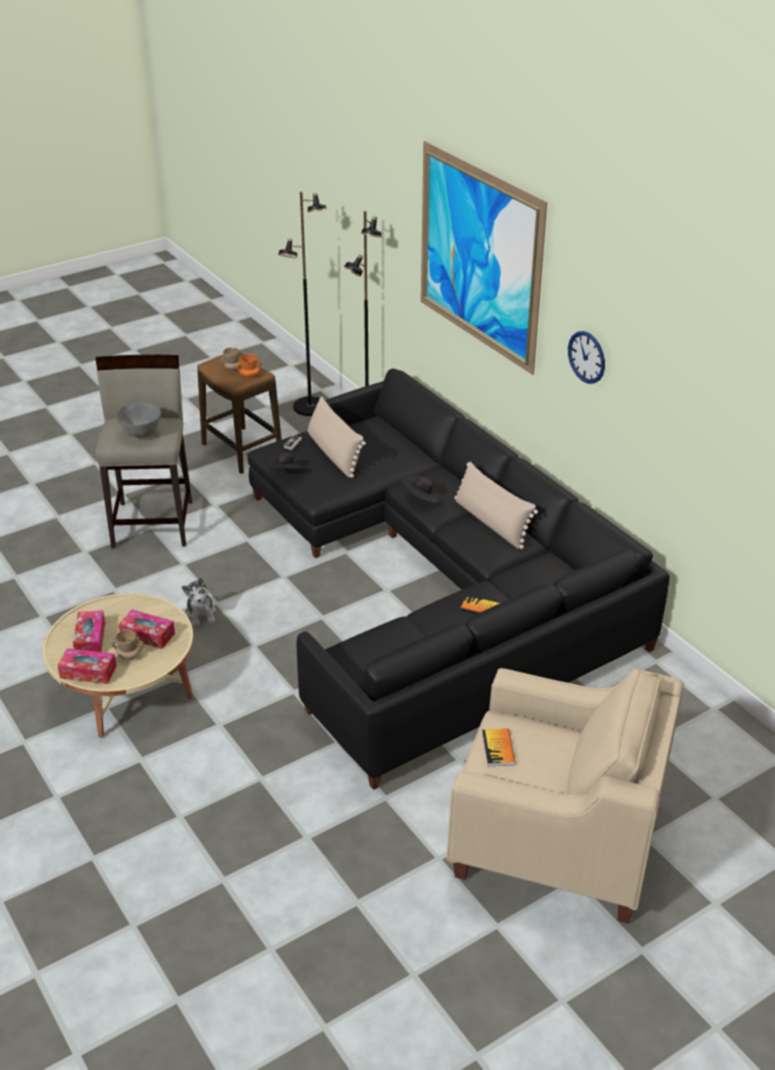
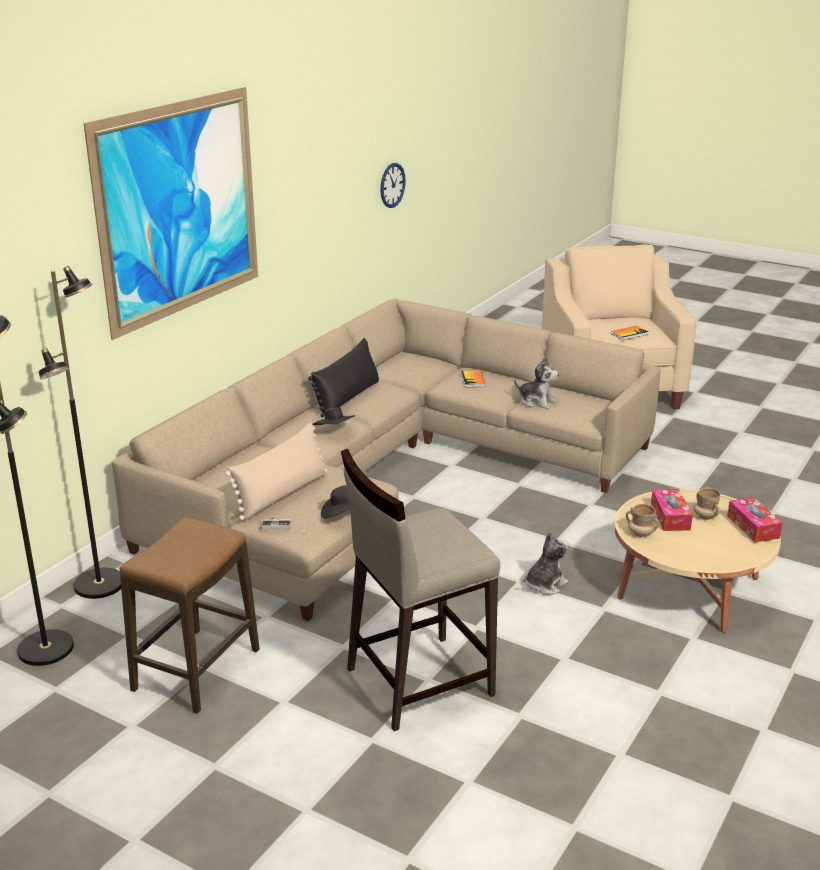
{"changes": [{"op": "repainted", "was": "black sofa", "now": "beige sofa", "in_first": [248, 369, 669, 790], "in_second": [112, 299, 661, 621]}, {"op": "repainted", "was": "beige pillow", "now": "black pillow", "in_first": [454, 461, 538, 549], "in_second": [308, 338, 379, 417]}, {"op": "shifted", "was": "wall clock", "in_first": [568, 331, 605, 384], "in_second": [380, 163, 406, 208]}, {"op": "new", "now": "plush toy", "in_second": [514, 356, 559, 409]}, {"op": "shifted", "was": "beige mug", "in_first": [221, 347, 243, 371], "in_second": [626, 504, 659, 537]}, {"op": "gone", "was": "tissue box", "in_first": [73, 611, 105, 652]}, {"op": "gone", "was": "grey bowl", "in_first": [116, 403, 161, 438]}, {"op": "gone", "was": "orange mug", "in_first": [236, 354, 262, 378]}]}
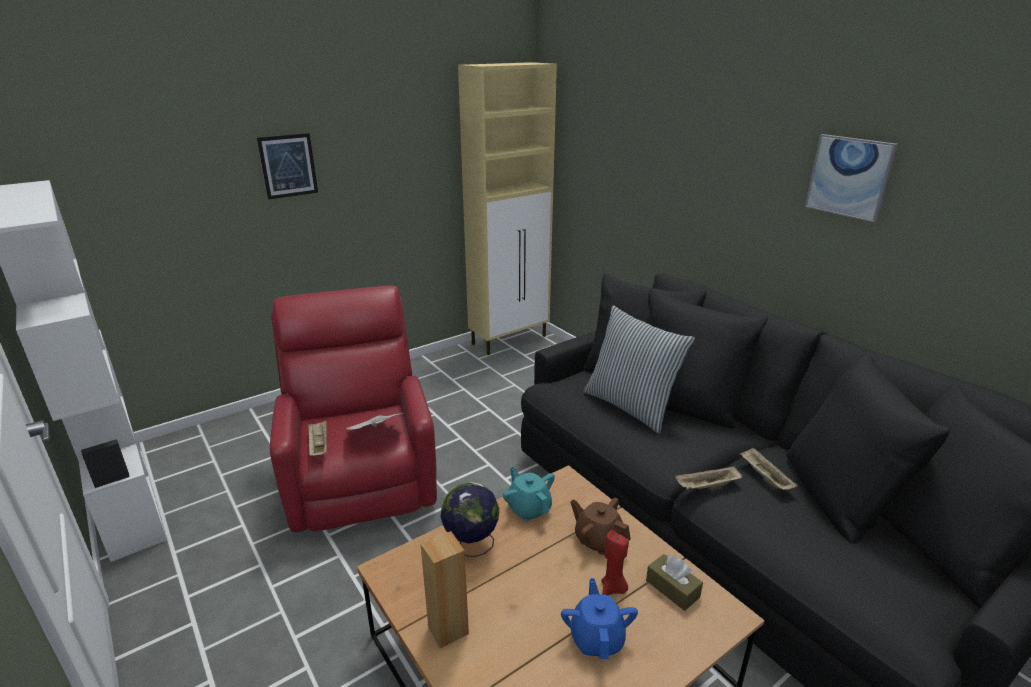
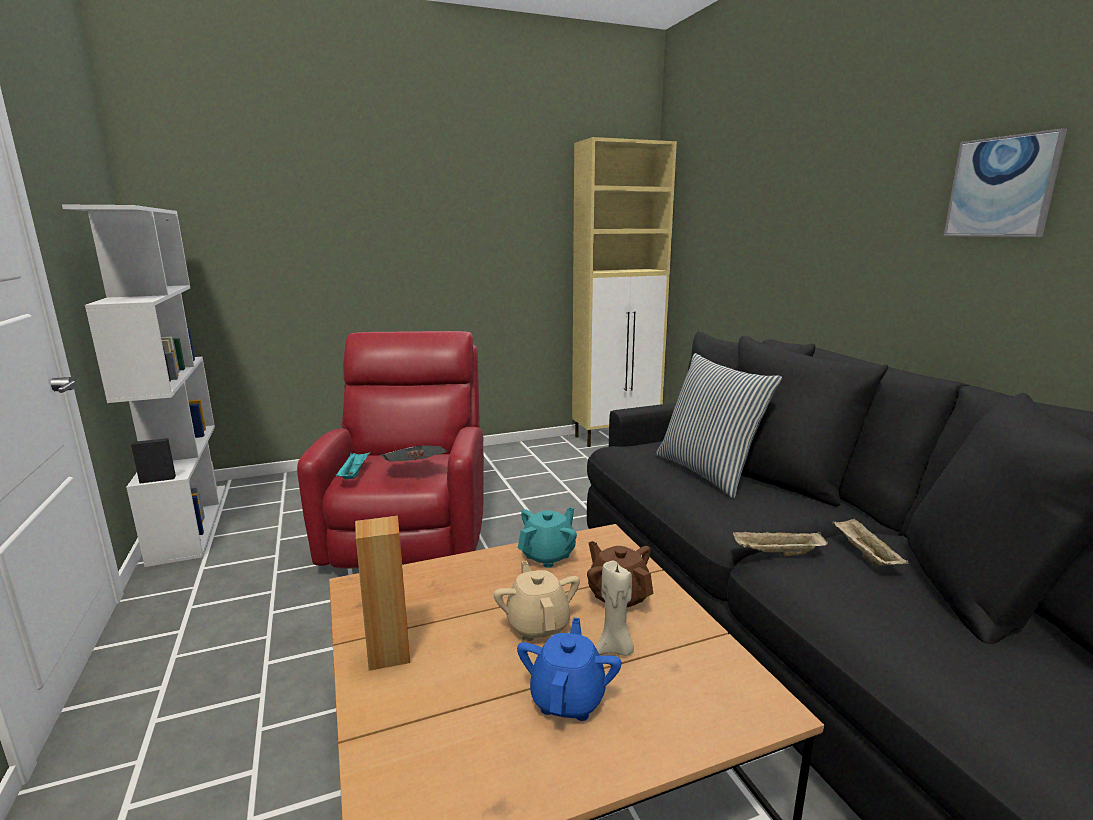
{"changes": [{"op": "repainted", "was": "beige tray", "now": "turquoise tray", "in_first": [308, 421, 327, 456], "in_second": [336, 452, 370, 479]}, {"op": "new", "now": "beige teapot", "in_second": [494, 561, 580, 642]}, {"op": "rotated", "was": "turquoise teapot", "in_first": [503, 467, 555, 521], "in_second": [518, 507, 577, 568], "clockwise": 60}, {"op": "repainted", "was": "red candle", "now": "beige candle", "in_first": [601, 530, 629, 595], "in_second": [596, 561, 634, 656]}, {"op": "gone", "was": "picture", "in_first": [257, 133, 318, 200]}, {"op": "gone", "was": "globe", "in_first": [441, 482, 499, 557]}, {"op": "gone", "was": "brown tissue box", "in_first": [646, 554, 703, 611]}]}
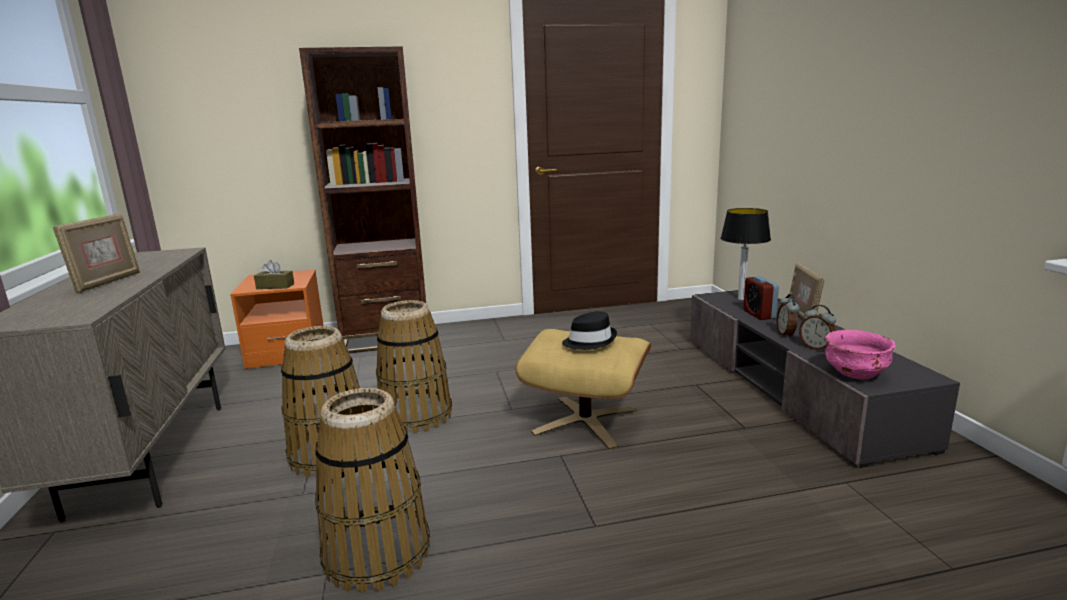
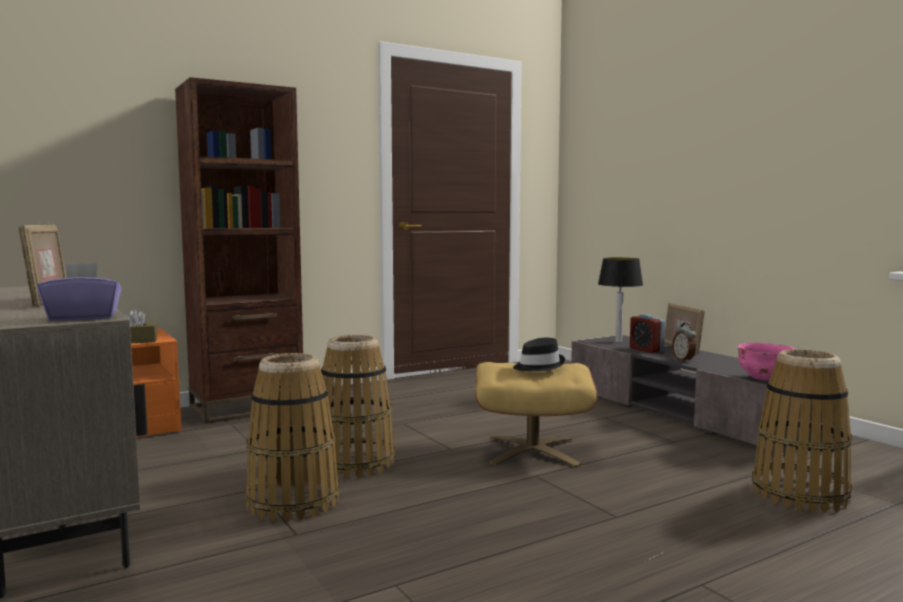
{"changes": [{"op": "new", "now": "purple tissue box", "in_second": [37, 262, 122, 321]}, {"op": "shifted", "was": "basket", "in_first": [315, 388, 430, 593], "in_second": [752, 349, 852, 513]}, {"op": "gone", "was": "alarm clock", "in_first": [799, 305, 836, 351]}]}
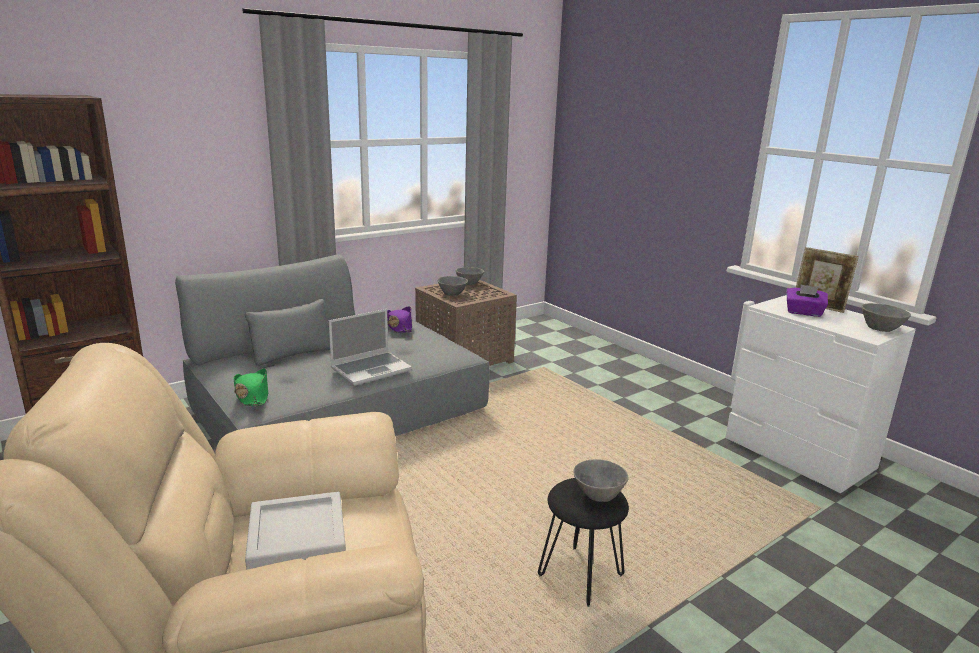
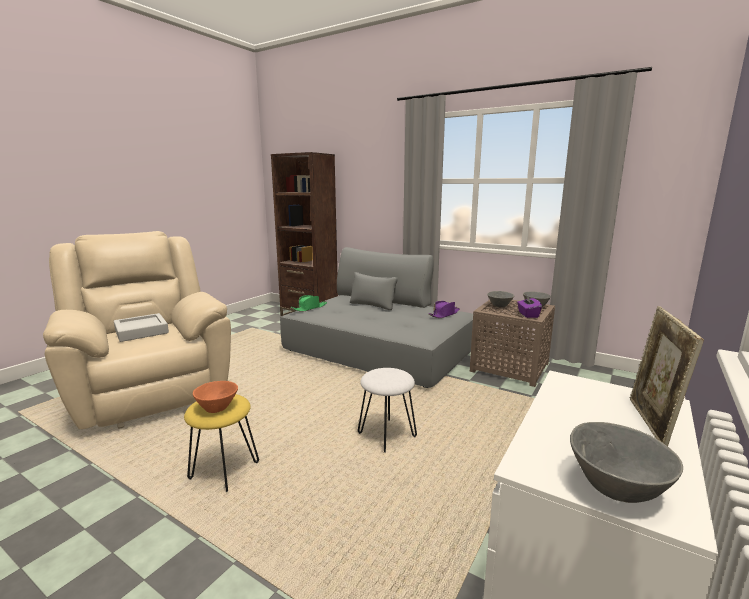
{"changes": [{"op": "repainted", "was": "black stool", "now": "yellow stool", "in_first": [538, 478, 629, 607], "in_second": [184, 394, 259, 492]}, {"op": "repainted", "was": "grey bowl", "now": "orange bowl", "in_first": [573, 459, 629, 502], "in_second": [193, 381, 238, 413]}, {"op": "new", "now": "white stool", "in_second": [358, 368, 417, 453]}, {"op": "shifted", "was": "purple tissue box", "in_first": [786, 284, 828, 317], "in_second": [517, 295, 542, 318]}, {"op": "gone", "was": "laptop", "in_first": [329, 309, 412, 385]}]}
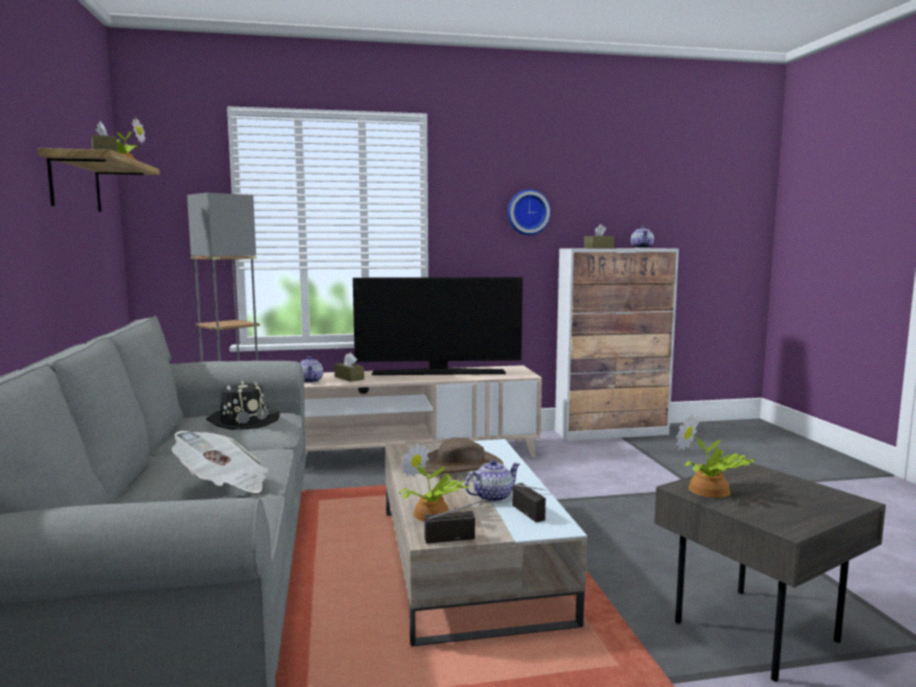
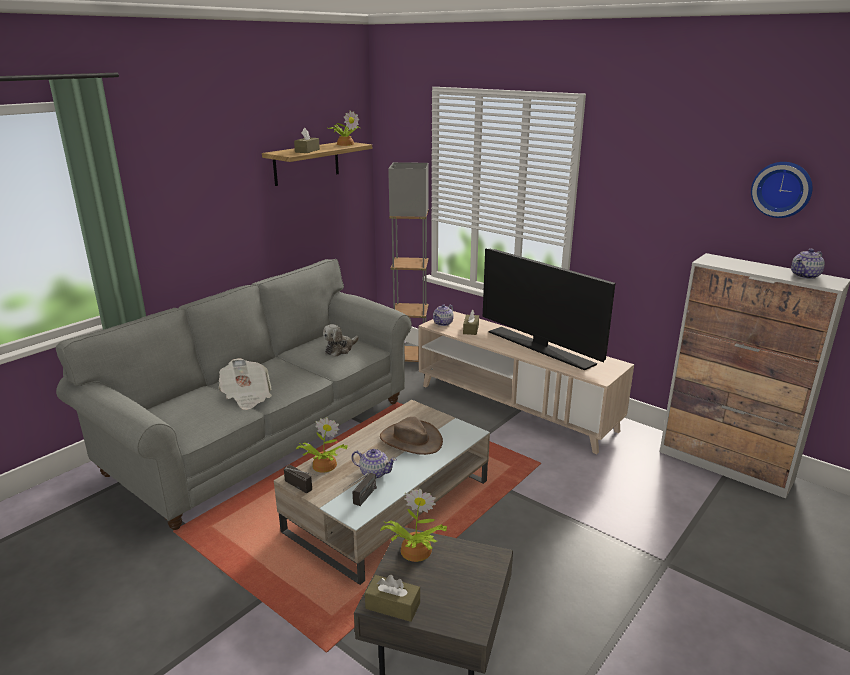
{"changes": [{"op": "swapped", "was": "black hat", "now": "plush toy", "in_first": [206, 380, 280, 430], "in_second": [323, 324, 359, 357]}, {"op": "shifted", "was": "brown tissue box", "in_first": [584, 224, 615, 248], "in_second": [365, 575, 420, 622]}, {"op": "shifted", "was": "wall clock", "in_first": [507, 189, 551, 235], "in_second": [751, 162, 813, 218]}]}
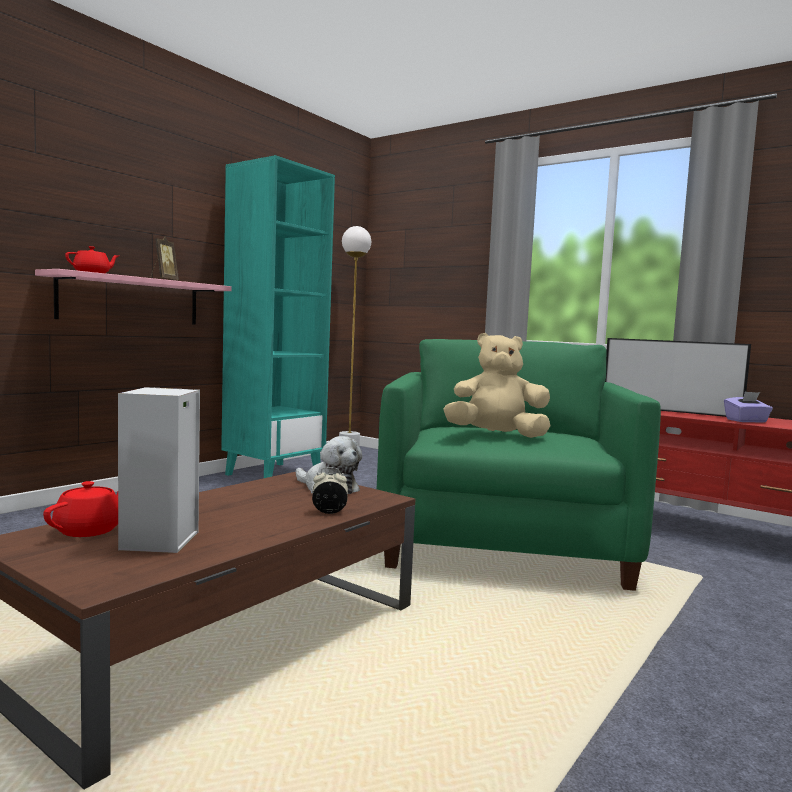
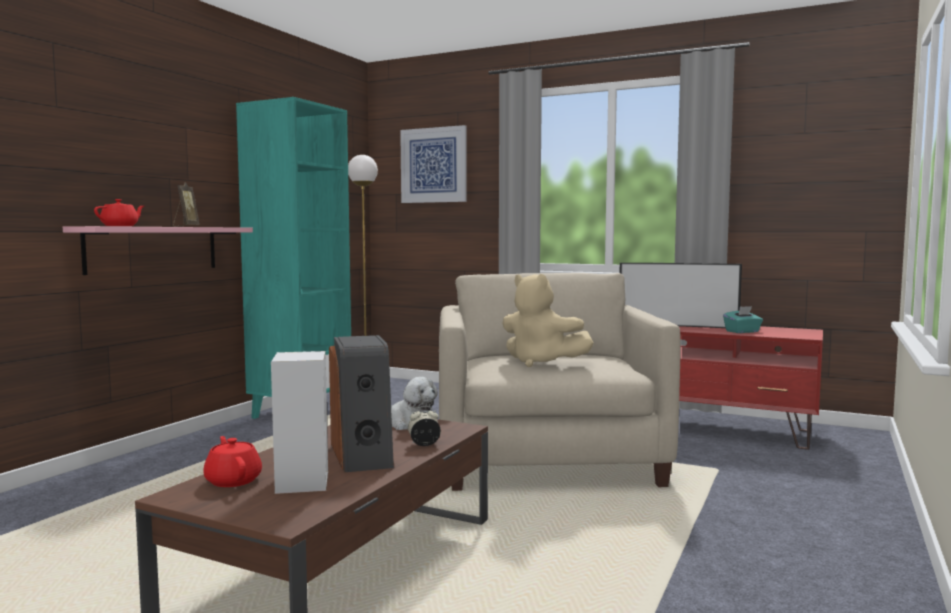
{"changes": [{"op": "rotated", "was": "red teapot", "in_first": [43, 481, 118, 537], "in_second": [203, 436, 262, 487], "clockwise": -45}, {"op": "new", "now": "speaker", "in_second": [329, 335, 394, 473]}, {"op": "new", "now": "picture", "in_second": [400, 125, 467, 203]}, {"op": "repainted", "was": "green armchair", "now": "beige armchair", "in_first": [377, 339, 661, 591], "in_second": [439, 273, 681, 491]}, {"op": "rotated", "was": "beige plush toy", "in_first": [444, 333, 551, 438], "in_second": [502, 274, 593, 367], "clockwise": -135}, {"op": "repainted", "was": "purple tissue box", "now": "turquoise tissue box", "in_first": [724, 392, 773, 423], "in_second": [723, 306, 763, 333]}]}
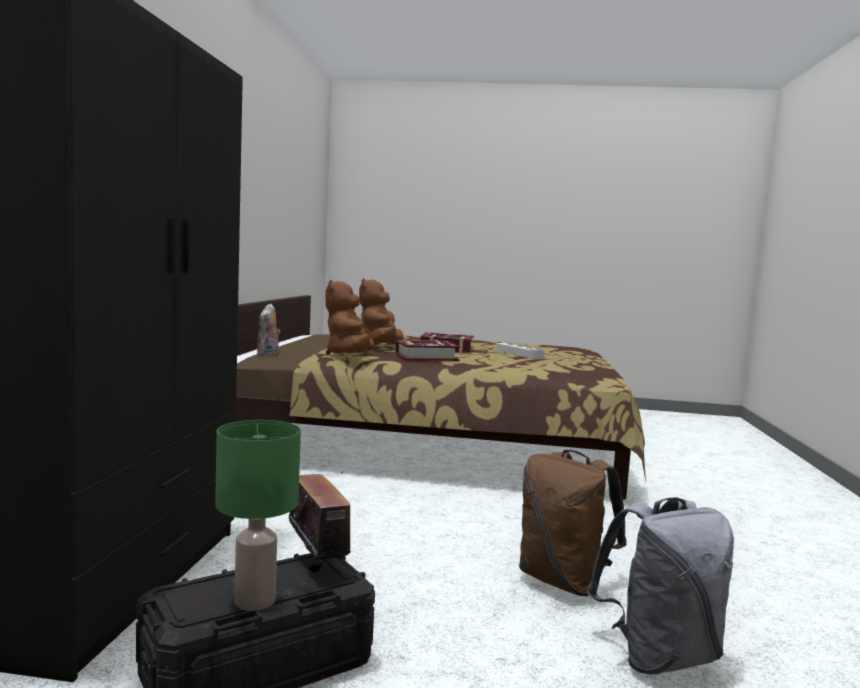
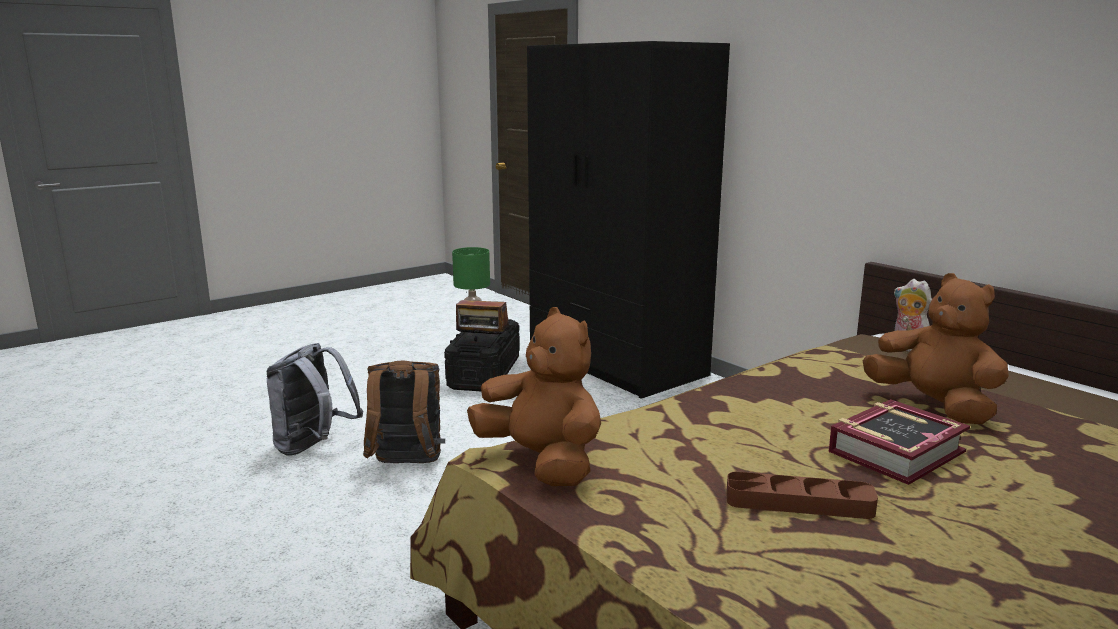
{"changes": [{"op": "shifted", "was": "brown plush toy", "in_first": [325, 280, 374, 355], "in_second": [467, 307, 601, 486]}, {"op": "repainted", "was": "grey tray", "now": "brown tray", "in_first": [497, 343, 545, 359], "in_second": [726, 471, 878, 519]}, {"op": "gone", "was": "book", "in_first": [395, 339, 460, 361]}]}
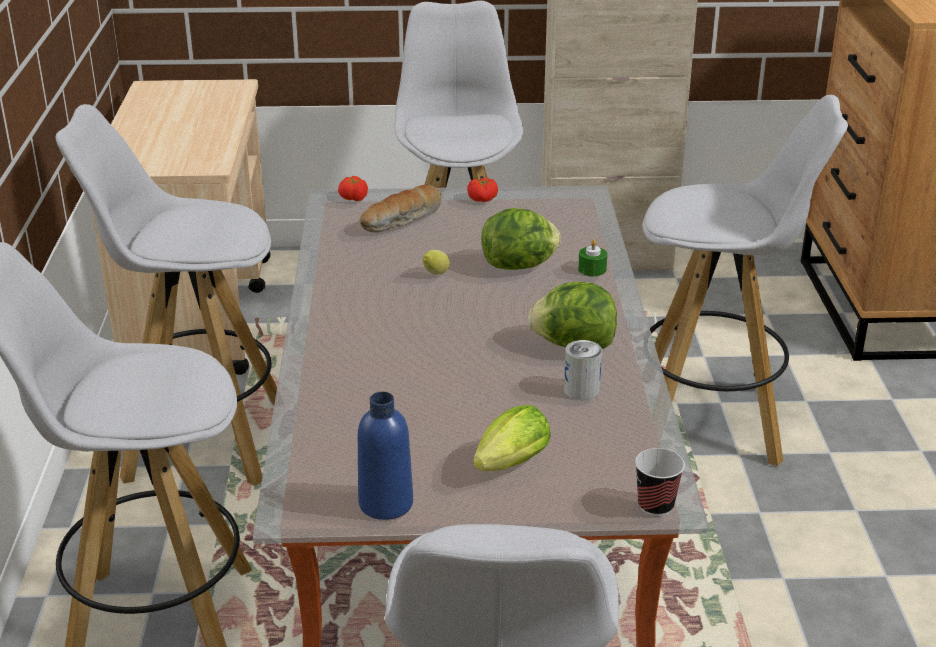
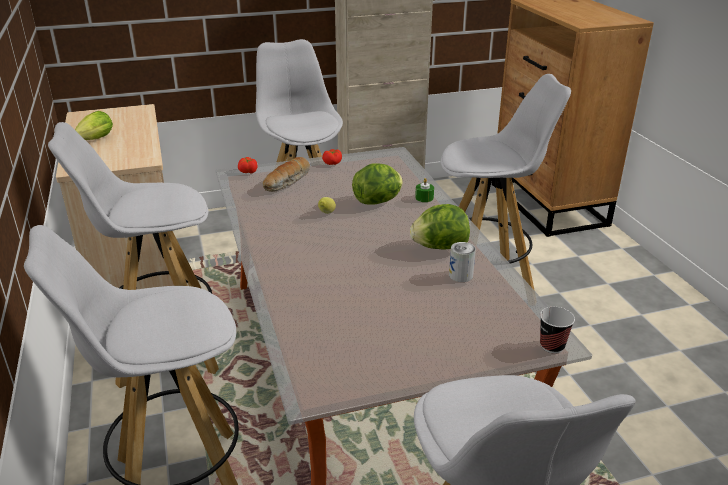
{"changes": [{"op": "shifted", "was": "lettuce", "in_first": [473, 405, 551, 471], "in_second": [75, 111, 113, 140]}, {"op": "gone", "was": "blue bottle", "in_first": [358, 392, 413, 520]}]}
